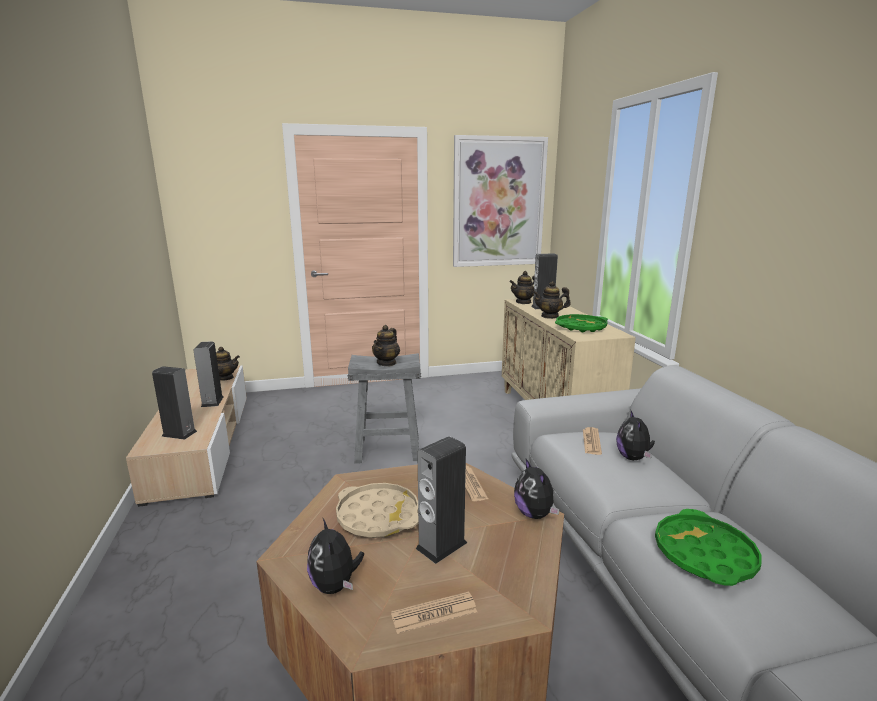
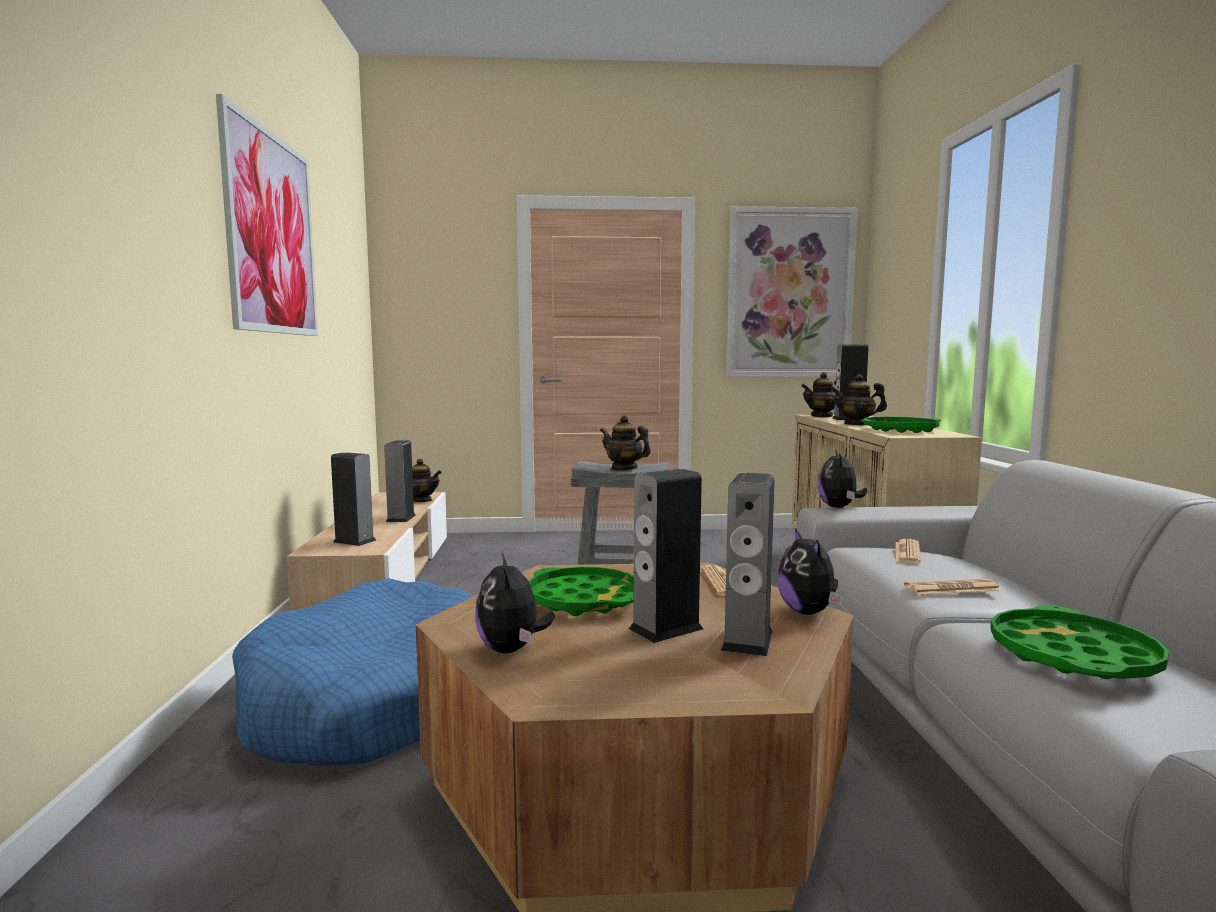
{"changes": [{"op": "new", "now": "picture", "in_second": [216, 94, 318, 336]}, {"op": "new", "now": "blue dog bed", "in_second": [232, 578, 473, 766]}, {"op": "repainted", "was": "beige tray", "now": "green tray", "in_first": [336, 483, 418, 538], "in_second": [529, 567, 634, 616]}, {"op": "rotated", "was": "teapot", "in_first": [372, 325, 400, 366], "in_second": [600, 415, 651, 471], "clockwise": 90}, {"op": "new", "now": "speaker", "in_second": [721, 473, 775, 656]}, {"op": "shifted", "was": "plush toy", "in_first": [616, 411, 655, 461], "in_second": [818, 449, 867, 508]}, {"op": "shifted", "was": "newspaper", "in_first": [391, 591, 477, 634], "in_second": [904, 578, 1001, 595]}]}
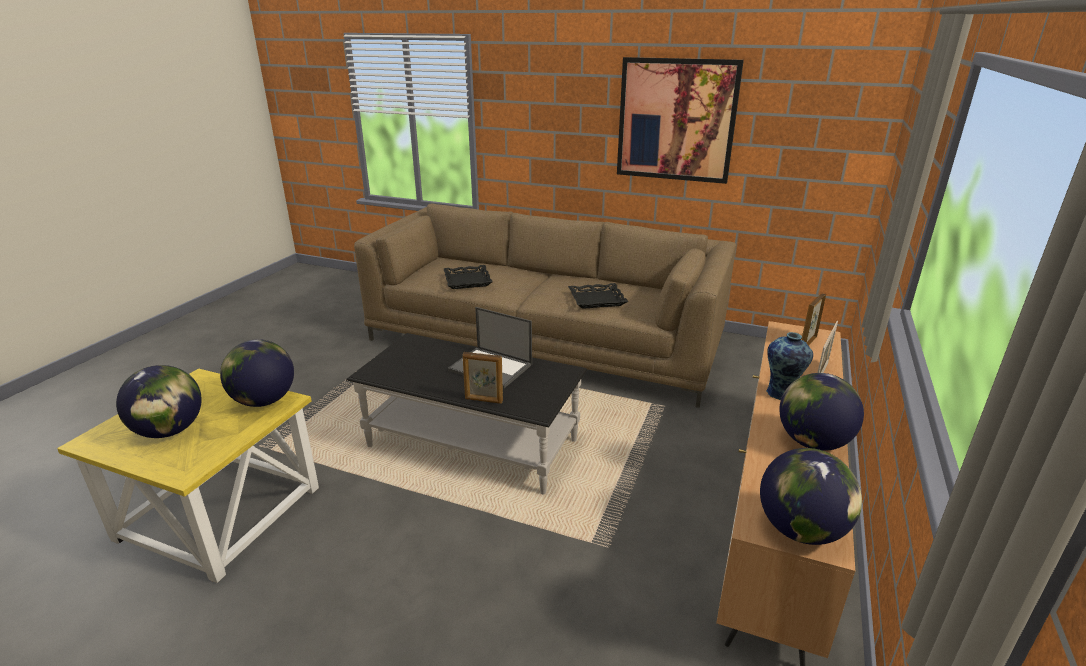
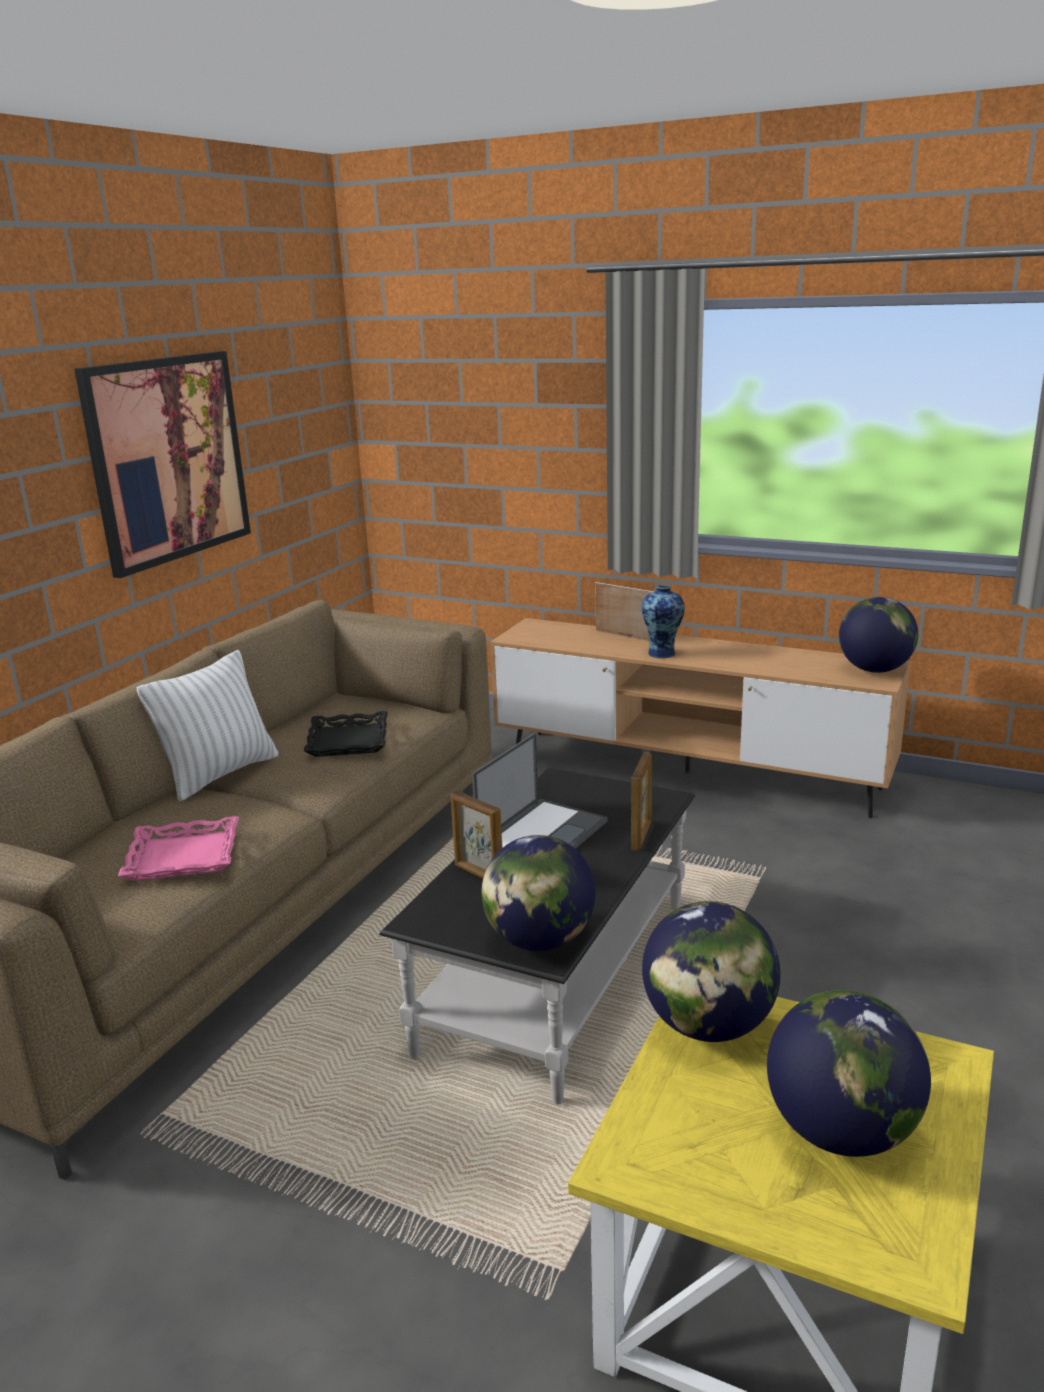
{"changes": [{"op": "repainted", "was": "black tray", "now": "pink tray", "in_first": [444, 265, 493, 289], "in_second": [118, 816, 239, 881]}, {"op": "new", "now": "white pillow", "in_second": [136, 650, 278, 801]}, {"op": "shifted", "was": "picture frame", "in_first": [801, 293, 826, 346], "in_second": [451, 791, 502, 879]}, {"op": "shifted", "was": "globe", "in_first": [779, 373, 864, 451], "in_second": [481, 835, 595, 951]}]}
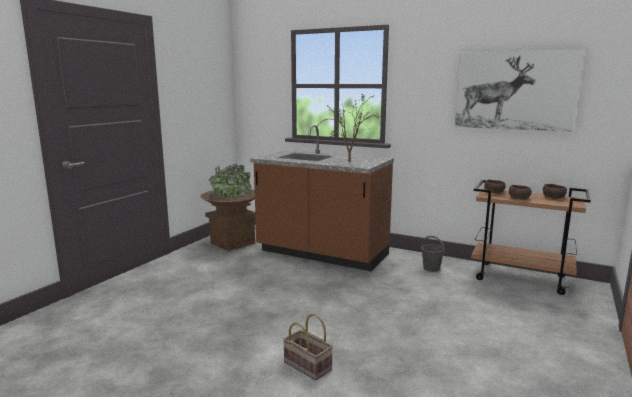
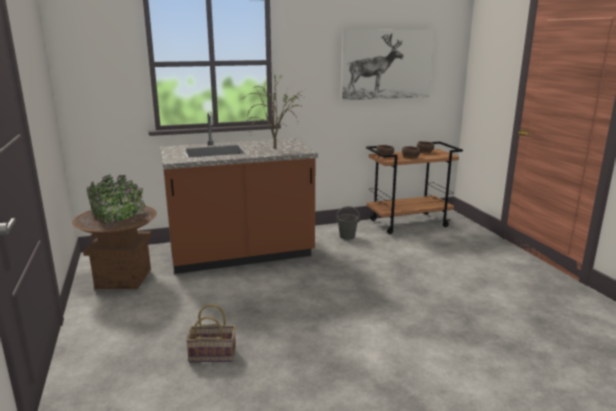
{"changes": [{"op": "shifted", "was": "basket", "in_first": [283, 314, 333, 381], "in_second": [186, 304, 236, 363]}]}
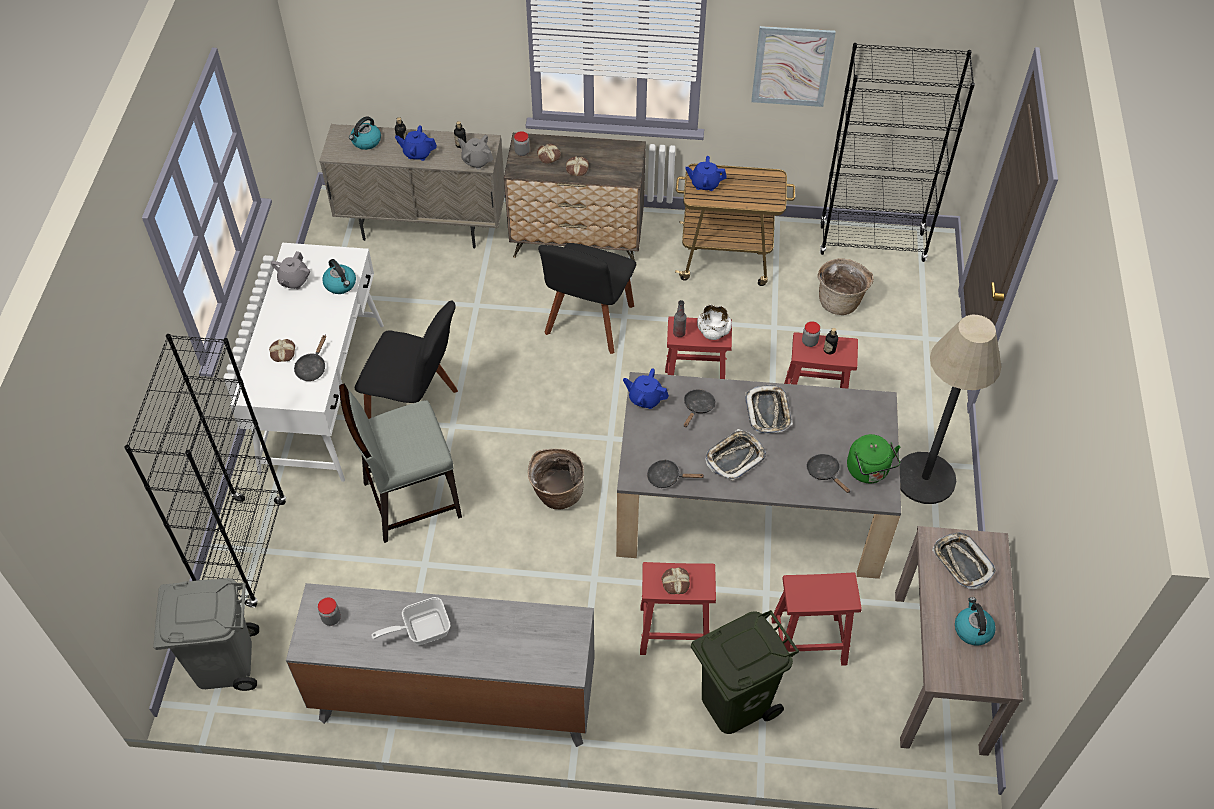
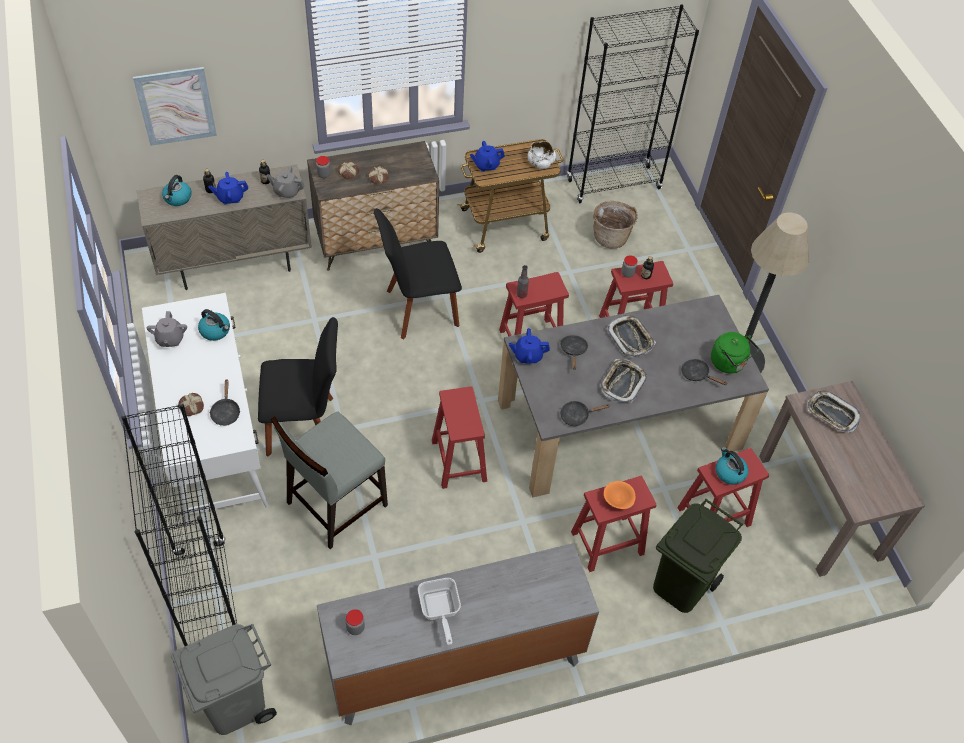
{"changes": [{"op": "shifted", "was": "picture", "in_first": [751, 26, 836, 107], "in_second": [133, 67, 217, 146]}, {"op": "rotated", "was": "black chair", "in_first": [538, 243, 636, 354], "in_second": [374, 208, 462, 339], "clockwise": 75}, {"op": "rotated", "was": "frying pan", "in_first": [371, 597, 450, 645], "in_second": [418, 578, 461, 645], "clockwise": -60}, {"op": "swapped", "was": "basket", "now": "red stool", "in_first": [528, 449, 584, 509], "in_second": [432, 386, 487, 489]}, {"op": "shifted", "was": "white bowl", "in_first": [697, 305, 732, 340], "in_second": [528, 141, 556, 169]}, {"op": "swapped", "was": "bread", "now": "orange bowl", "in_first": [661, 567, 690, 594], "in_second": [604, 481, 635, 509]}, {"op": "shifted", "was": "kettle", "in_first": [955, 597, 996, 646], "in_second": [716, 447, 748, 485]}]}
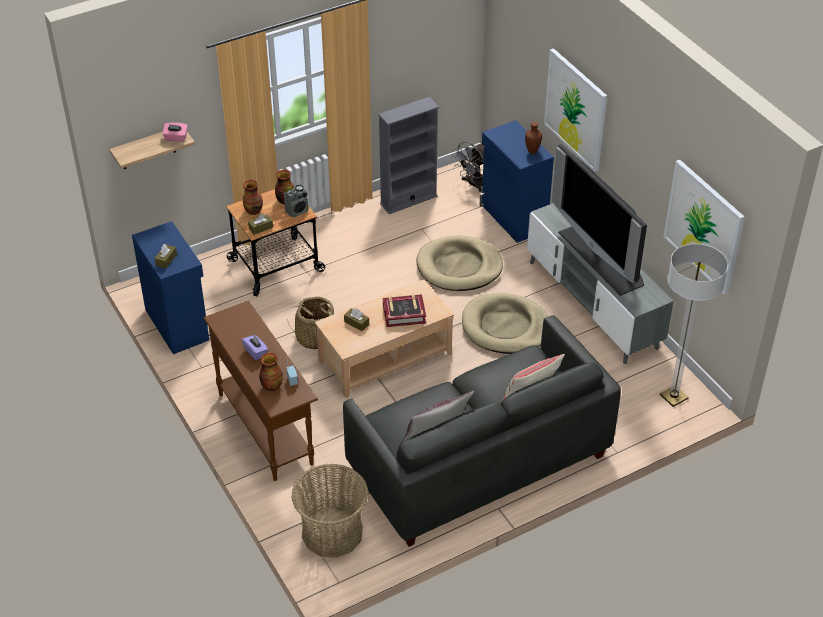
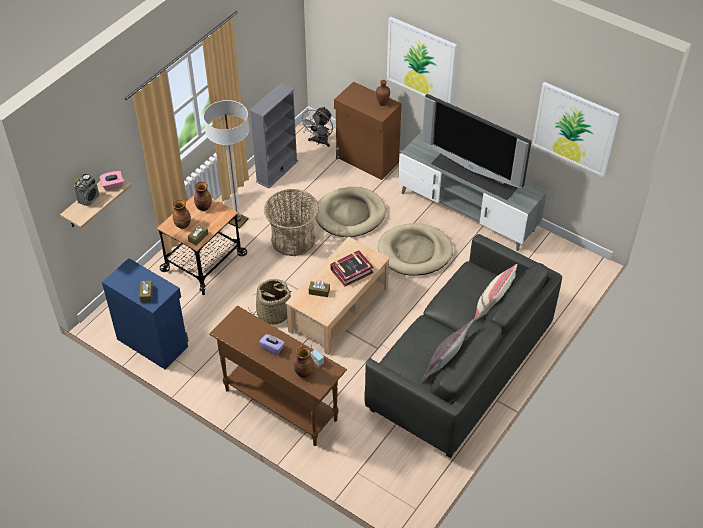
{"changes": [{"op": "shifted", "was": "radio", "in_first": [284, 185, 308, 217], "in_second": [74, 173, 99, 206]}, {"op": "shifted", "was": "floor lamp", "in_first": [660, 243, 728, 407], "in_second": [203, 100, 249, 229]}, {"op": "shifted", "was": "basket", "in_first": [292, 464, 368, 558], "in_second": [264, 189, 319, 256]}, {"op": "repainted", "was": "blue cabinet", "now": "brown cabinet", "in_first": [480, 120, 554, 243], "in_second": [334, 82, 402, 180]}]}
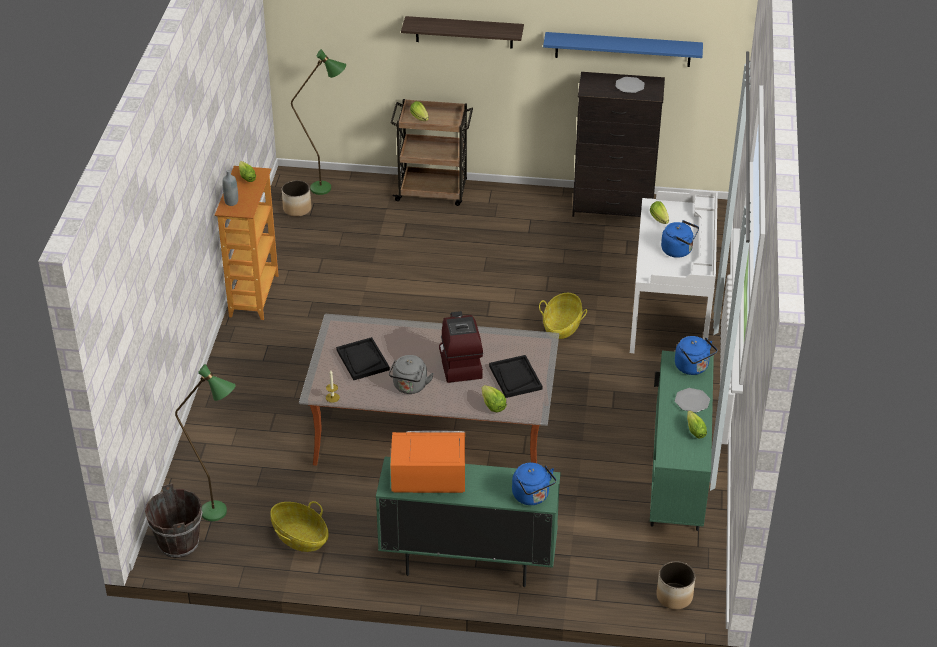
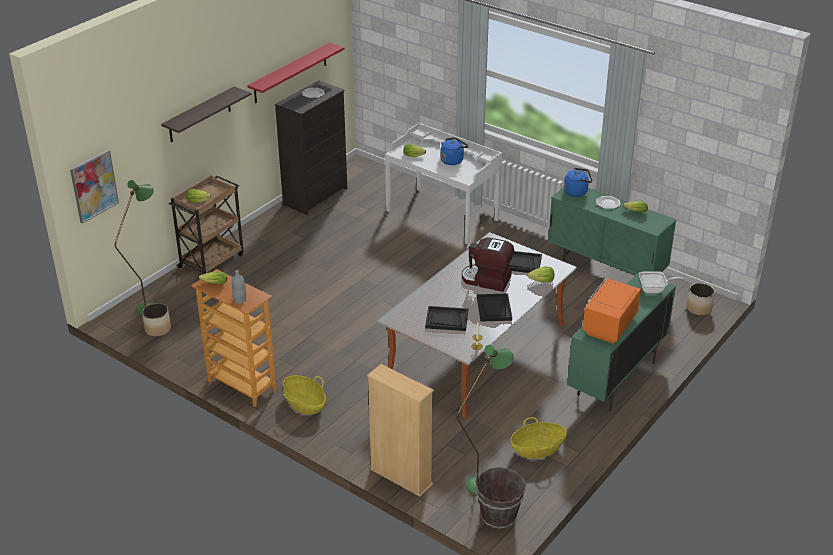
{"changes": [{"op": "new", "now": "picture", "in_second": [70, 150, 119, 223]}, {"op": "repainted", "was": "blue shelf", "now": "red shelf", "in_first": [543, 32, 703, 67], "in_second": [247, 43, 345, 103]}, {"op": "shifted", "was": "basket", "in_first": [539, 293, 587, 339], "in_second": [283, 375, 326, 415]}, {"op": "new", "now": "beige bookcase", "in_second": [367, 364, 434, 497]}, {"op": "swapped", "was": "grey kettle", "now": "black tray", "in_first": [389, 355, 434, 394], "in_second": [477, 293, 512, 322]}, {"op": "swapped", "was": "blue kettle", "now": "frying pan", "in_first": [512, 463, 556, 505], "in_second": [639, 271, 685, 293]}]}
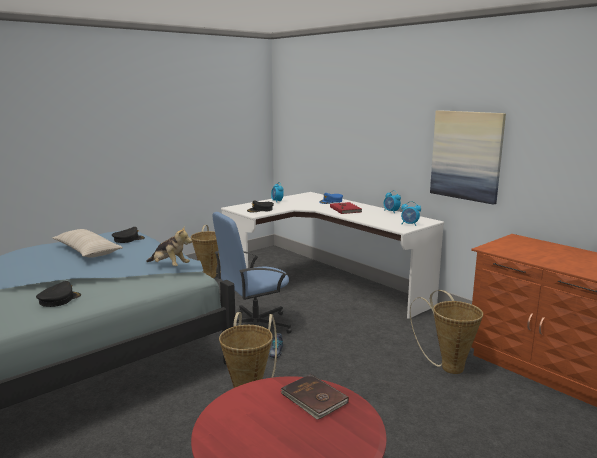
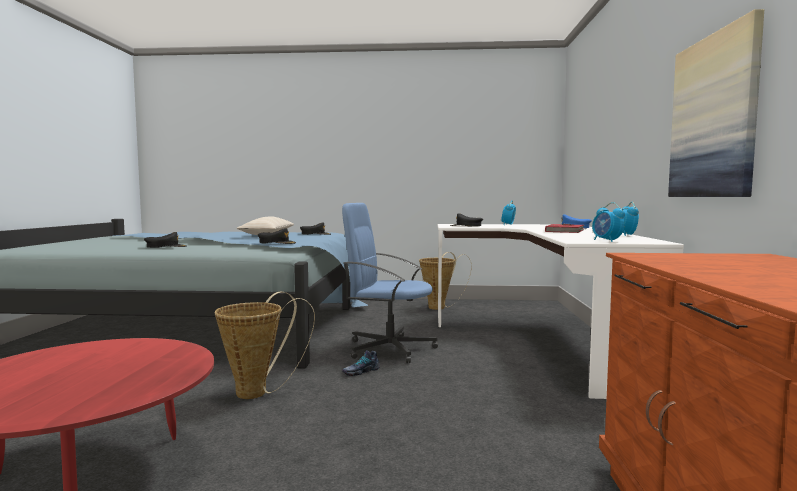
{"changes": [{"op": "swapped", "was": "plush toy", "now": "black cap", "in_first": [146, 226, 192, 266], "in_second": [258, 228, 296, 244]}, {"op": "gone", "was": "brown book", "in_first": [281, 374, 349, 419]}, {"op": "gone", "was": "basket", "in_first": [410, 290, 483, 374]}]}
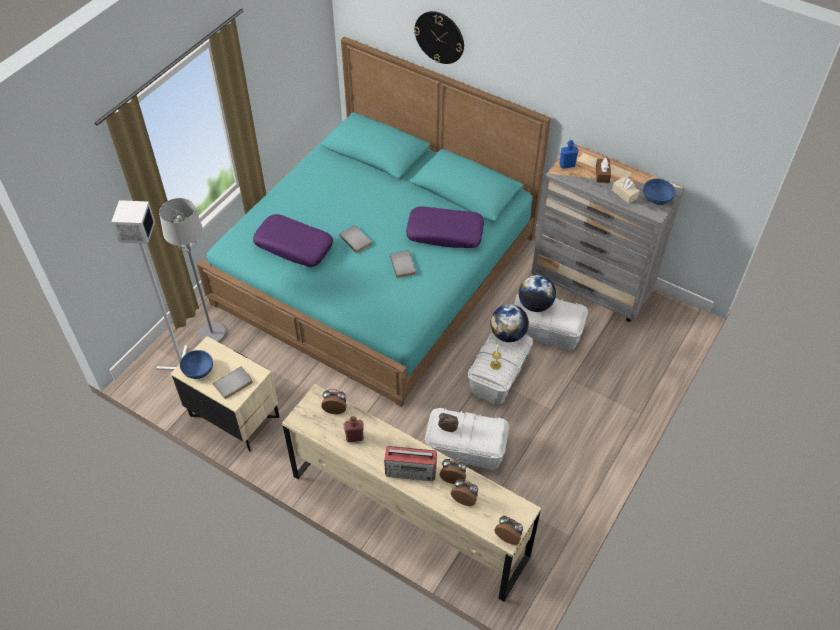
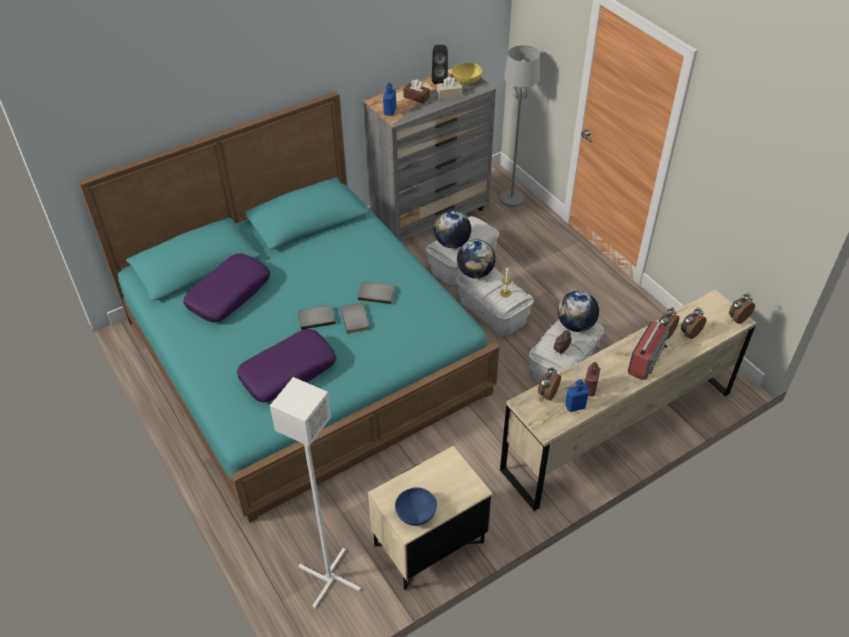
{"changes": [{"op": "shifted", "was": "purple pillow", "in_first": [406, 207, 484, 248], "in_second": [183, 254, 270, 323]}, {"op": "shifted", "was": "grey book", "in_first": [213, 366, 253, 399], "in_second": [340, 303, 370, 334]}, {"op": "new", "now": "black speaker", "in_second": [432, 45, 448, 84]}, {"op": "repainted", "was": "blue bowl", "now": "yellow bowl", "in_first": [643, 179, 676, 205], "in_second": [452, 63, 482, 84]}, {"op": "shifted", "was": "grey floor lamp", "in_first": [159, 198, 226, 342], "in_second": [500, 45, 540, 207]}, {"op": "new", "now": "globe", "in_second": [558, 291, 599, 332]}, {"op": "new", "now": "blue bottle", "in_second": [565, 379, 589, 412]}, {"op": "gone", "was": "wall clock", "in_first": [414, 11, 464, 64]}]}
